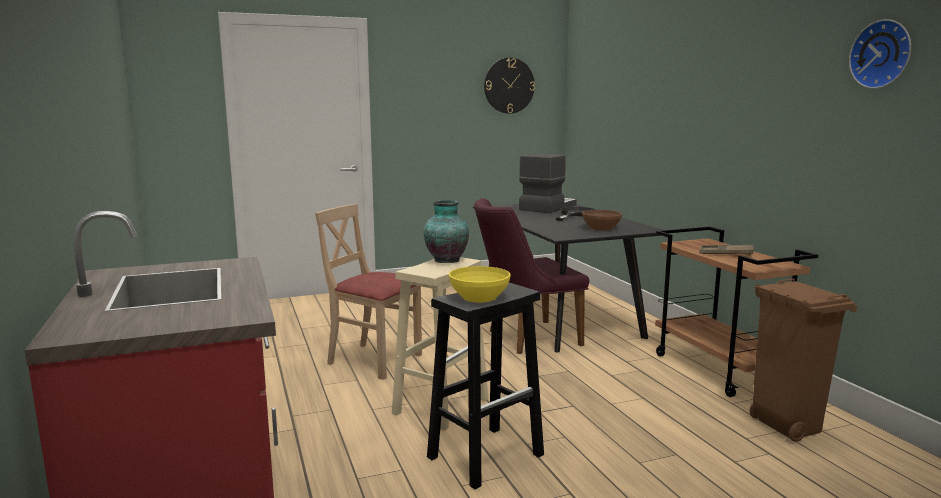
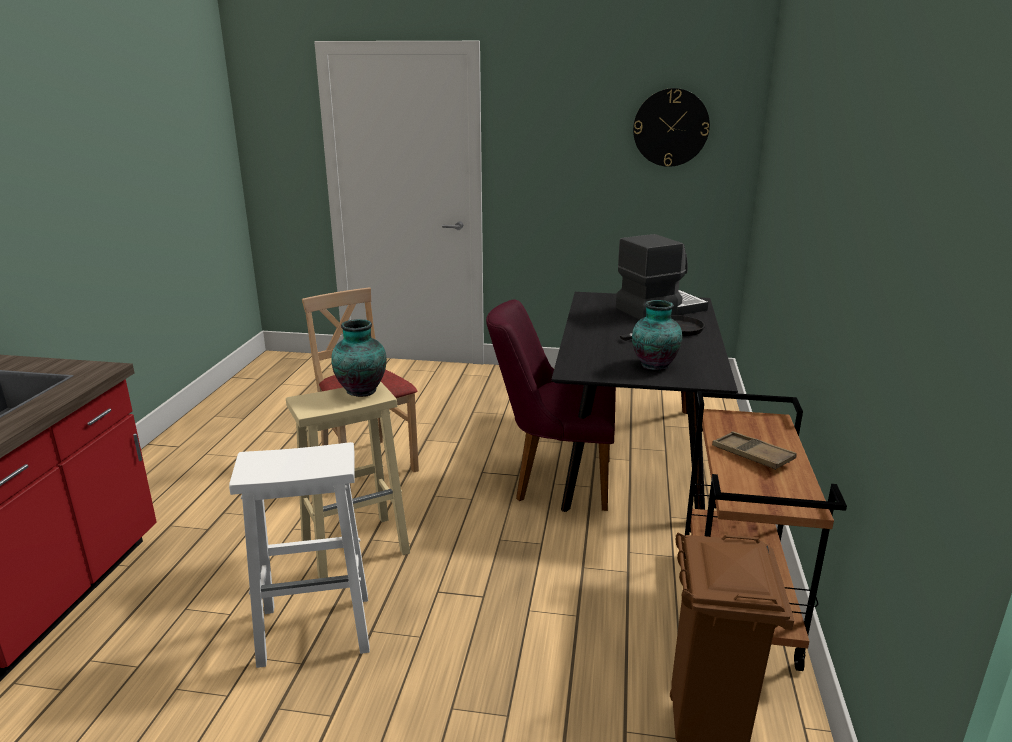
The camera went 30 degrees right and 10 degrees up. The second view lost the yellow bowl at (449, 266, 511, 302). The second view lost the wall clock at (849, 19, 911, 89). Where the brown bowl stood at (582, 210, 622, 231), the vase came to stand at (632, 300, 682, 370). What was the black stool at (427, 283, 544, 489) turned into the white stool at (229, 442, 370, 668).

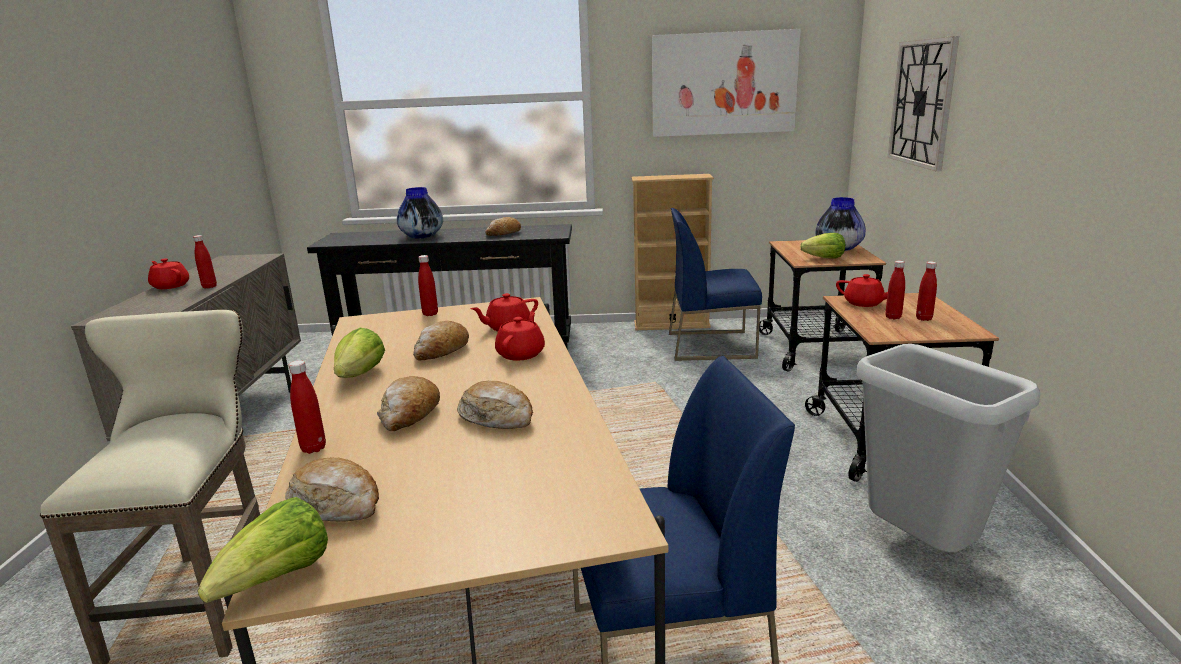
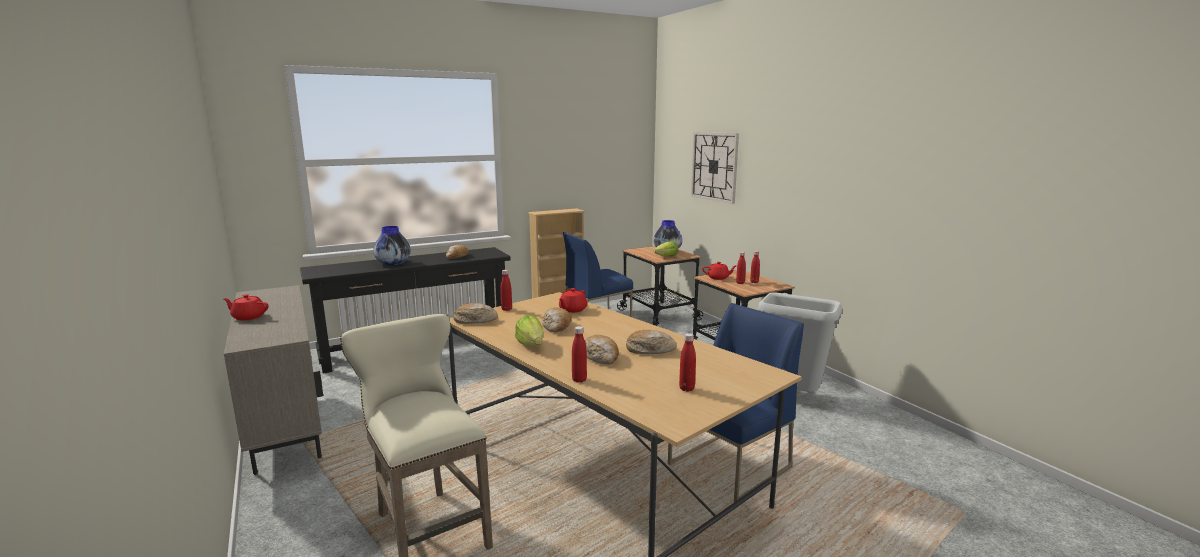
The camera went 30 degrees left and 5 degrees down. The second view lost the lettuce at (198, 497, 328, 603). The second view lost the red teapot at (495, 312, 545, 361). The second view lost the picture at (652, 29, 801, 137). The red bottle ended up elsewhere, having gone from (193, 235, 217, 289) to (679, 333, 696, 392). The bread ended up elsewhere, having gone from (285, 457, 379, 522) to (453, 303, 498, 324).

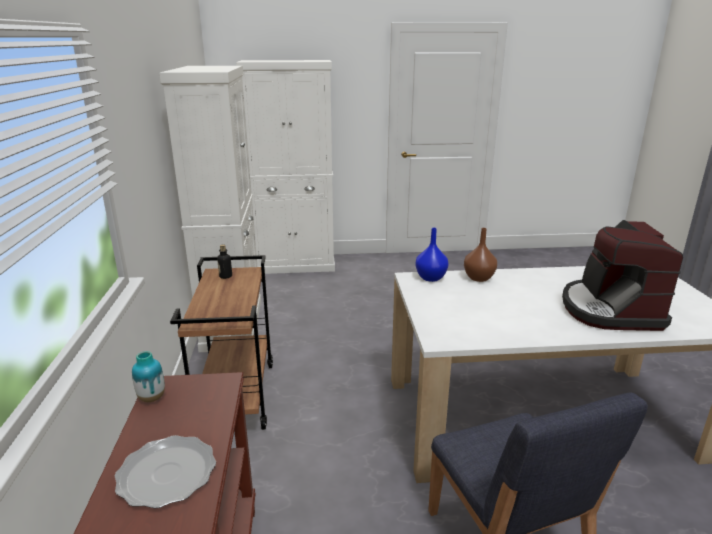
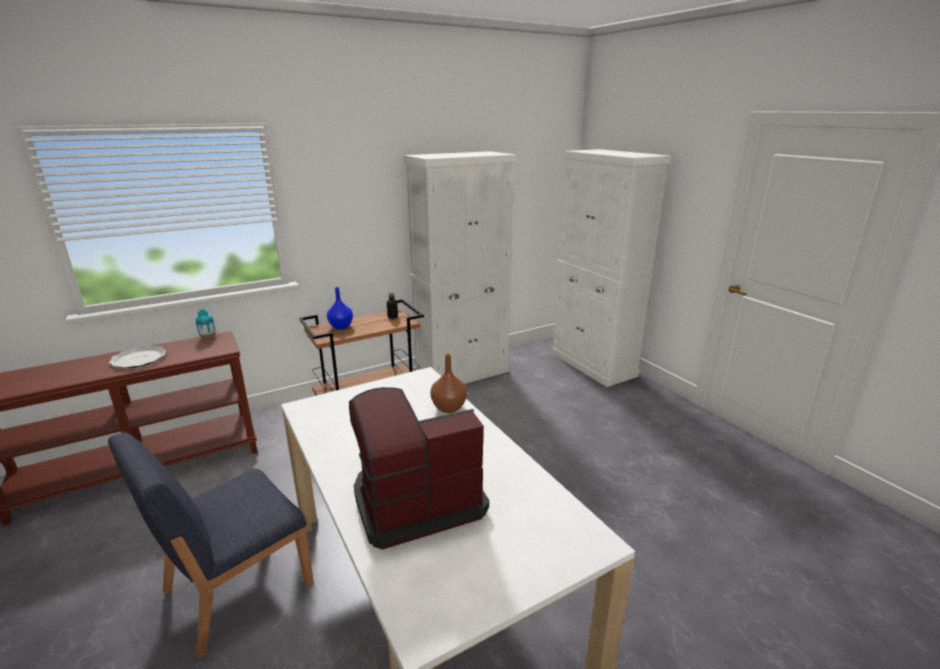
The camera went 65 degrees right and 0 degrees up. The blue vase ended up elsewhere, having gone from (416, 228, 448, 282) to (327, 287, 353, 329).

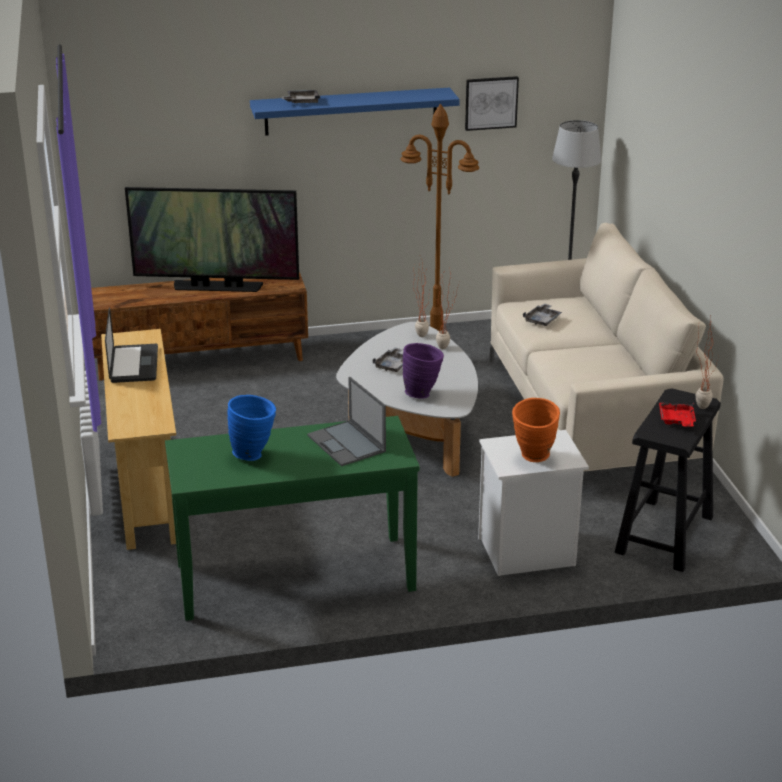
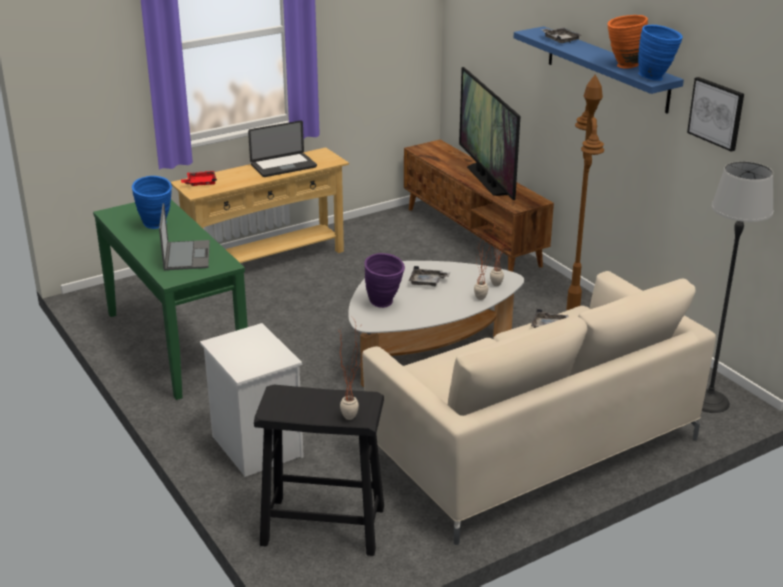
The camera went 70 degrees right and 0 degrees up. The second view gained the blue vase at (638, 25, 683, 81). The orange vase ended up elsewhere, having gone from (512, 398, 560, 462) to (608, 15, 648, 69). The red tray ended up elsewhere, having gone from (659, 402, 696, 427) to (181, 171, 217, 186). The laptop at (307, 377, 386, 466) ended up facing another way, 135 degrees clockwise from before.

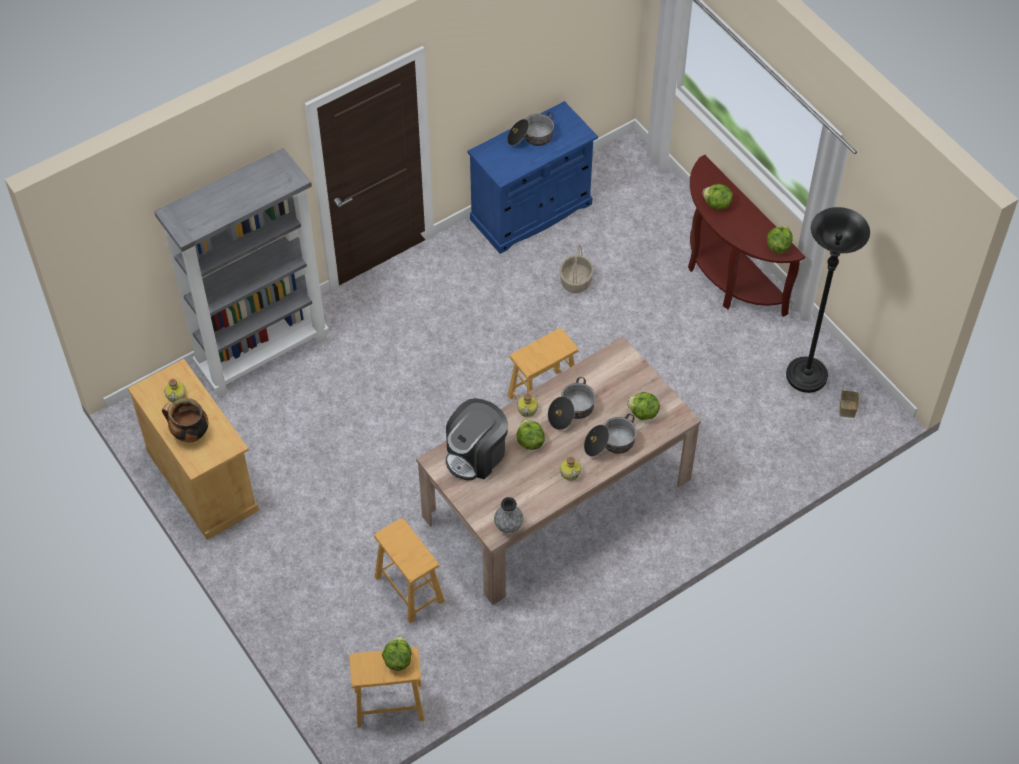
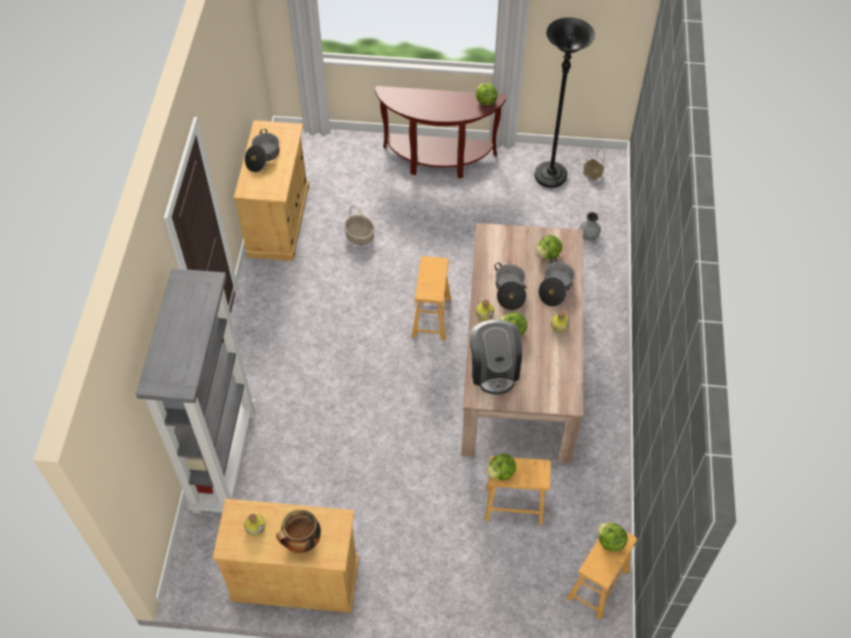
The camera went 50 degrees left and 0 degrees up. The grey vase ended up elsewhere, having gone from (494, 497, 523, 533) to (579, 212, 601, 241). The lettuce ended up elsewhere, having gone from (702, 184, 733, 210) to (485, 454, 516, 480). What was the blue cabinet at (468, 101, 598, 254) turned into the beige cabinet at (234, 120, 309, 261).

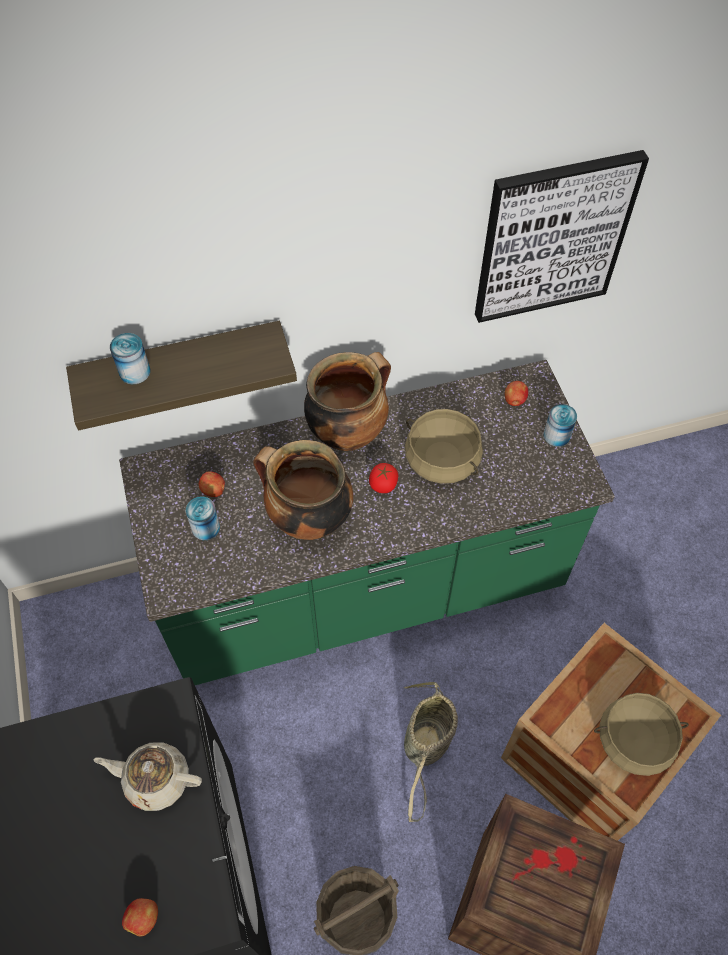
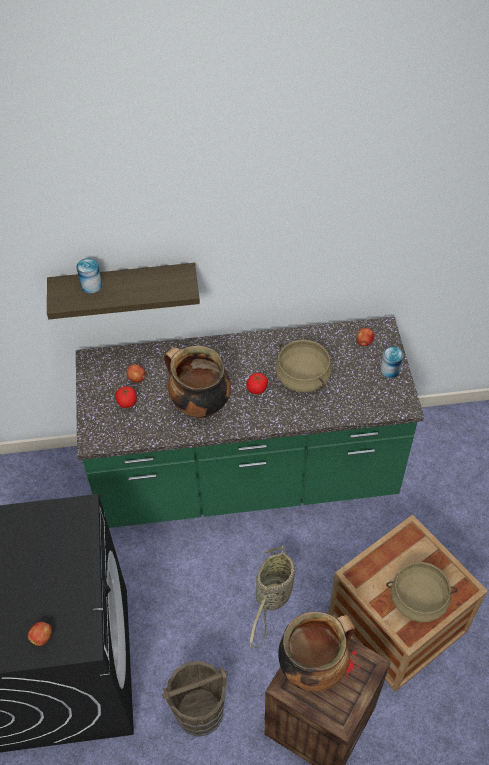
The camera went 10 degrees right and 5 degrees down. The second view lost the beige teapot at (93, 742, 202, 811). The second view lost the picture at (475, 150, 649, 323). The cooking pot ended up elsewhere, having gone from (304, 352, 391, 451) to (278, 612, 356, 692). Where the can stood at (186, 496, 220, 540), the tomato came to stand at (115, 386, 137, 408).

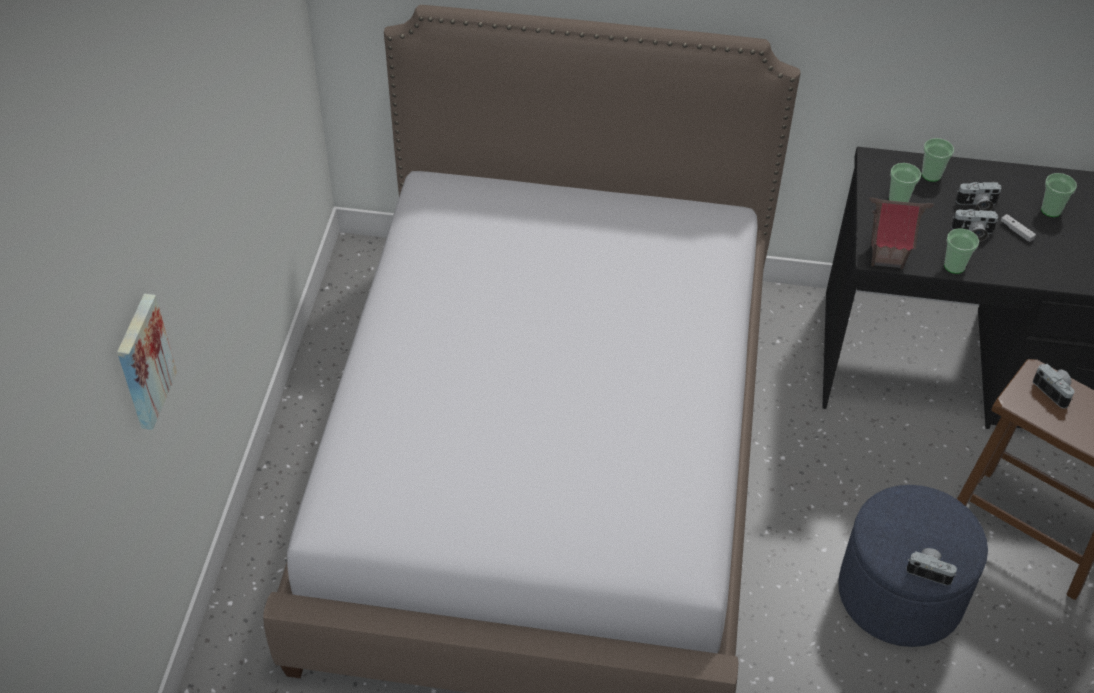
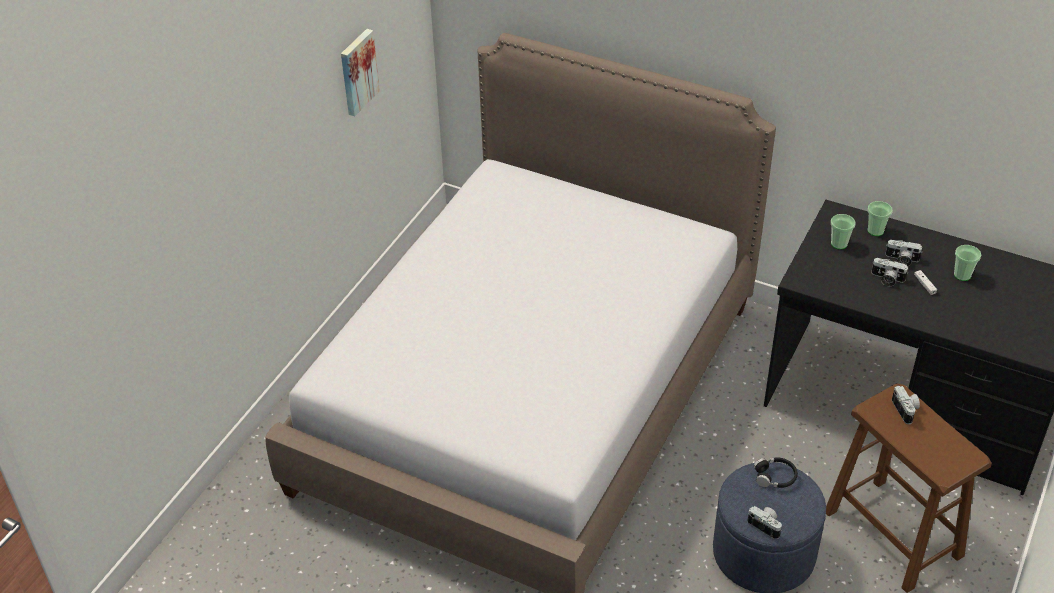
The camera went 20 degrees right and 5 degrees down. The second view lost the toy house at (869, 198, 934, 269). The second view lost the cup at (944, 228, 979, 274). The second view gained the black headphones at (754, 457, 798, 488). The picture ended up elsewhere, having gone from (117, 294, 177, 430) to (341, 29, 380, 116).

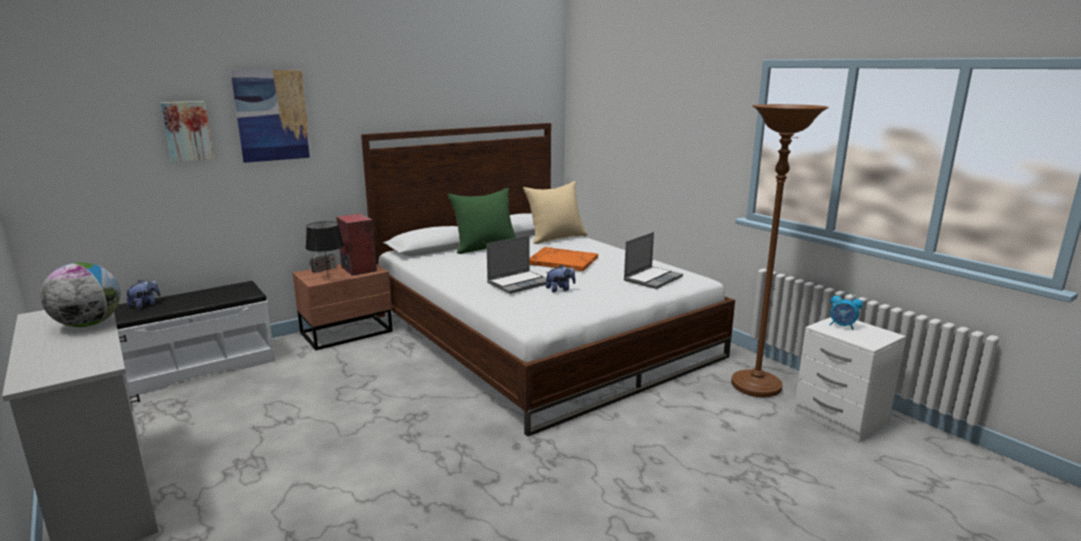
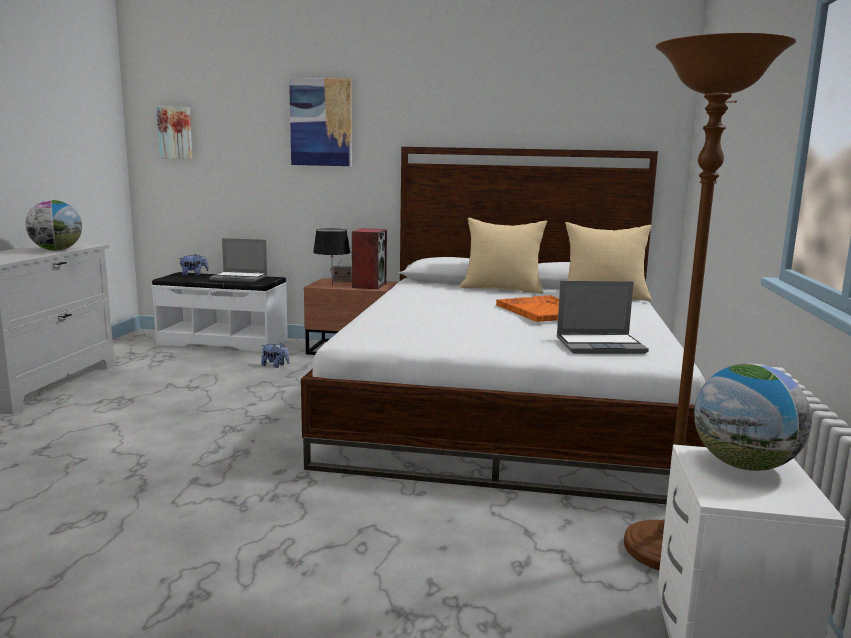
The camera went 45 degrees right and 5 degrees down. The picture ended up elsewhere, having gone from (160, 101, 214, 163) to (156, 107, 193, 159). The laptop ended up elsewhere, having gone from (486, 235, 547, 294) to (209, 238, 268, 282). The plush toy ended up elsewhere, having gone from (545, 265, 576, 293) to (261, 343, 290, 368). Where the alarm clock stood at (830, 292, 863, 330), the globe came to stand at (694, 363, 812, 471). What was the green pillow at (447, 188, 517, 254) turned into the beige pillow at (460, 218, 547, 294).

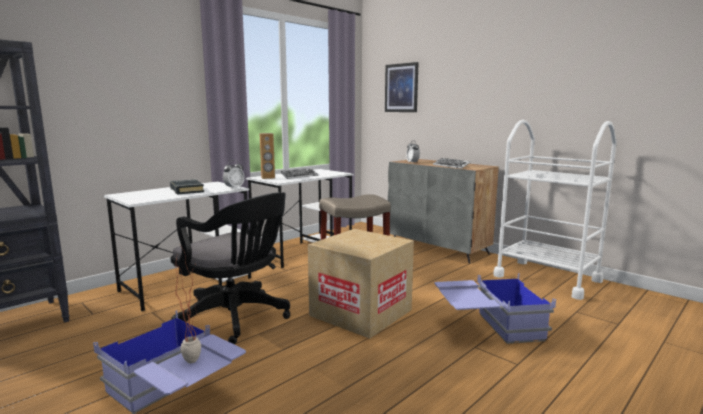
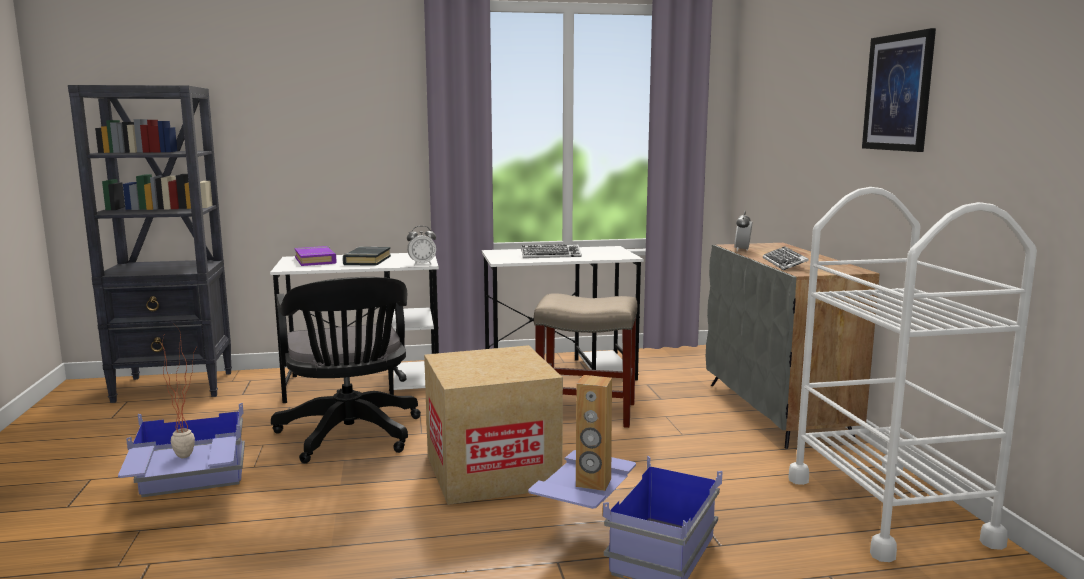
The camera went 35 degrees right and 0 degrees up. The second view gained the purple book at (295, 246, 337, 266). The brown speaker ended up elsewhere, having gone from (259, 133, 275, 179) to (576, 375, 612, 491). The picture ended up elsewhere, having gone from (385, 62, 419, 112) to (862, 28, 936, 152).

